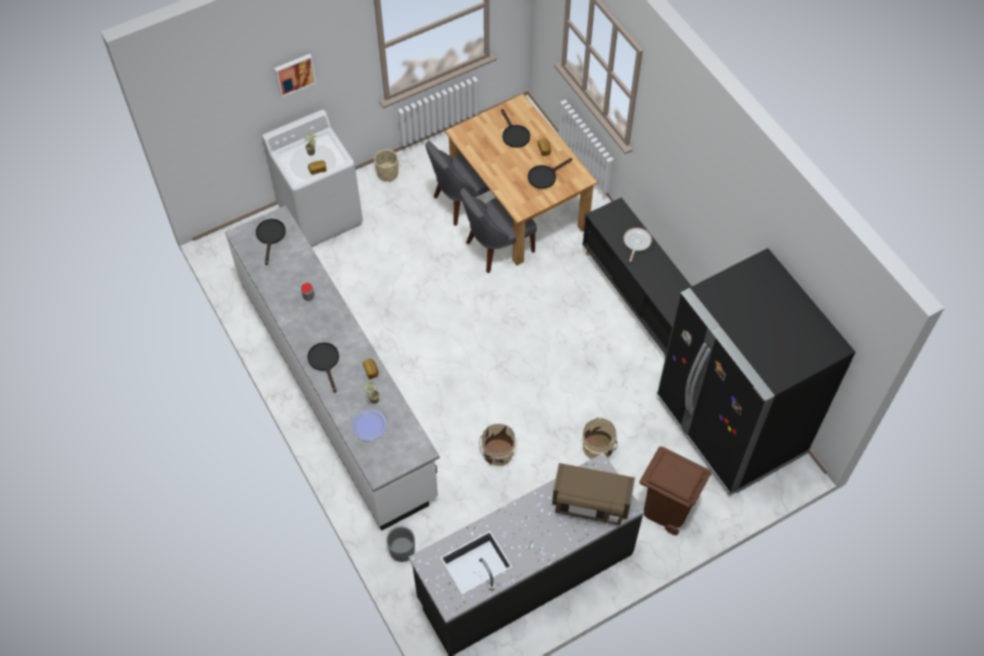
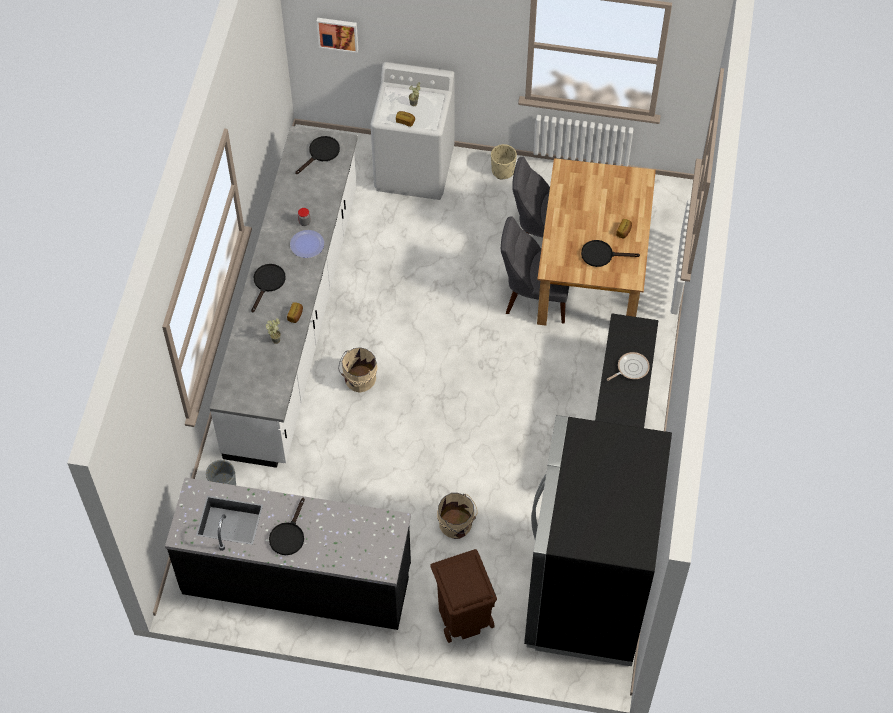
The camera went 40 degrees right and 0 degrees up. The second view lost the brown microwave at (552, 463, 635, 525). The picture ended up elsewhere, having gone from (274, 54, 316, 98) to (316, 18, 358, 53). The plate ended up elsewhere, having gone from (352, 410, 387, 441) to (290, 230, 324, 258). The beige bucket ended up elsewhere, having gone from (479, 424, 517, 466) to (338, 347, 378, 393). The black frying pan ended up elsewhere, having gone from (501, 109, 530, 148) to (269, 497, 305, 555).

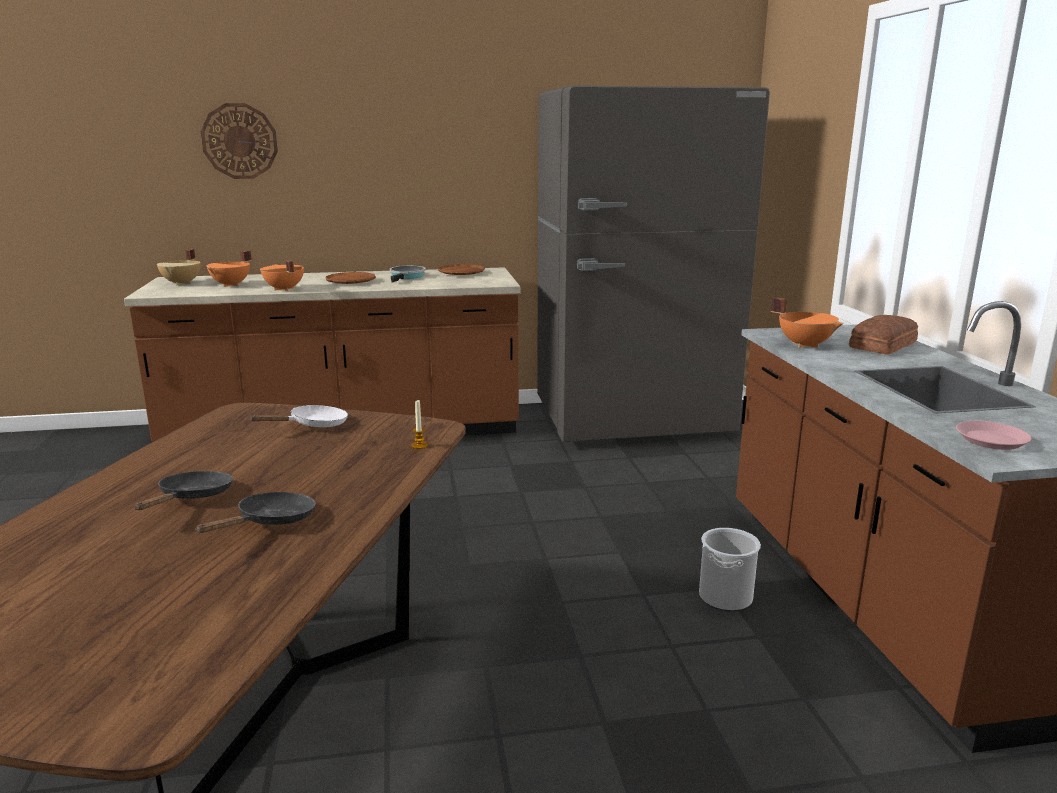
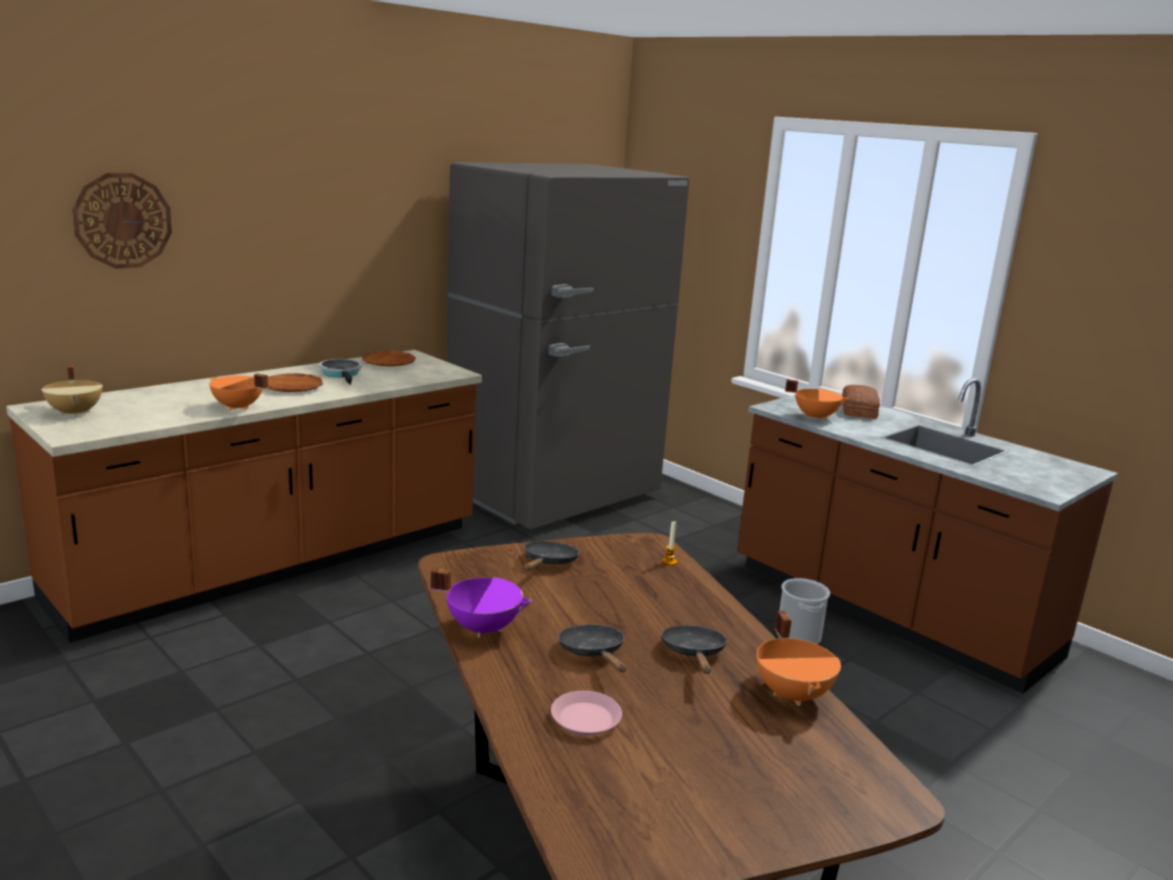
The camera went 35 degrees left and 0 degrees up. The second view gained the purple cooking pot at (431, 568, 532, 638). The orange cooking pot ended up elsewhere, having gone from (207, 250, 252, 287) to (756, 611, 841, 706). The pink plate ended up elsewhere, having gone from (956, 421, 1032, 450) to (551, 691, 622, 735). What was the white frying pan at (250, 405, 348, 427) turned into the black frying pan at (524, 541, 579, 571).

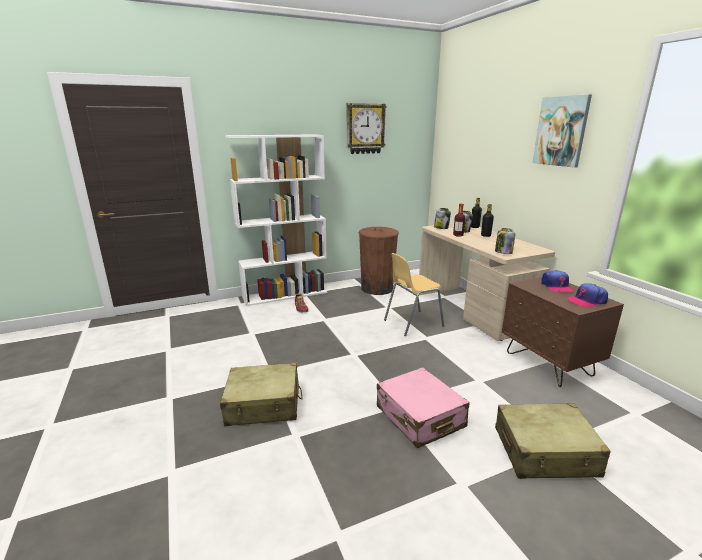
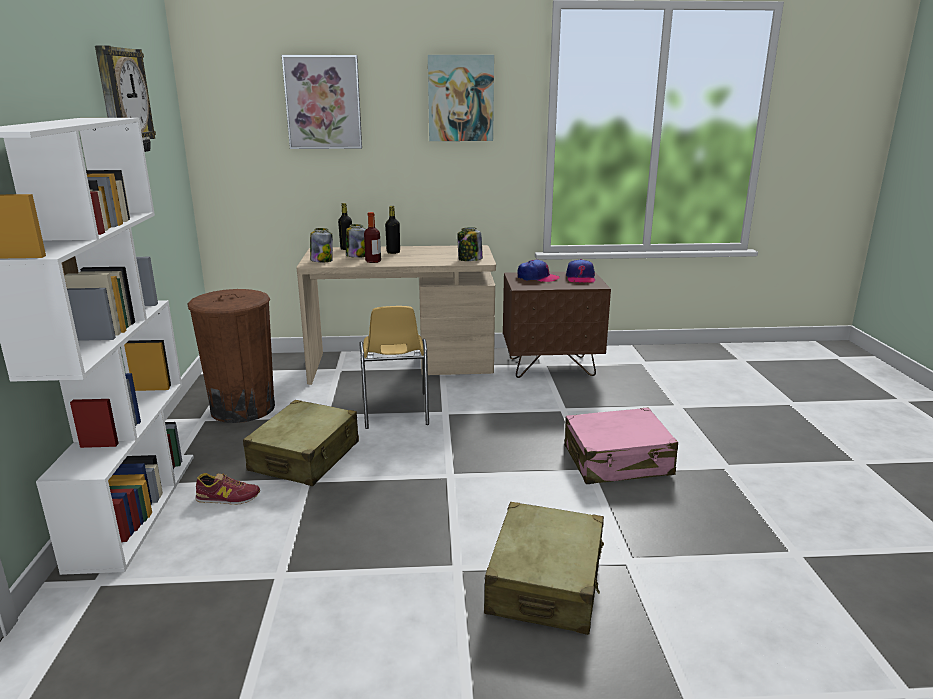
The camera went 70 degrees left and 0 degrees up. The second view gained the picture at (282, 55, 362, 149). The beige suitcase ended up elsewhere, having gone from (495, 403, 611, 479) to (243, 400, 359, 486).

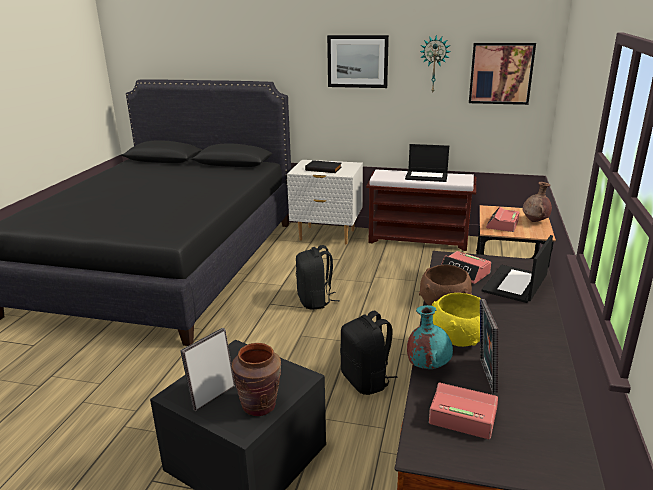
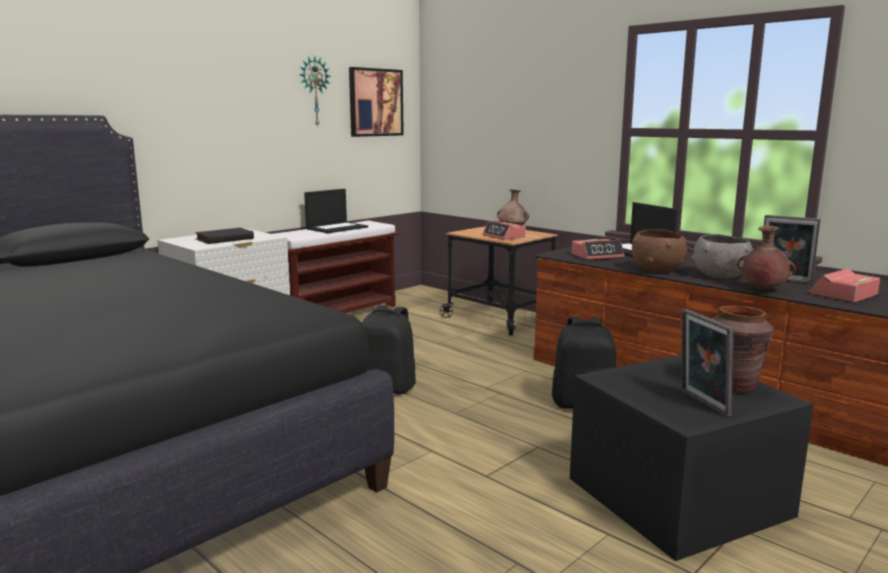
The camera went 60 degrees left and 10 degrees down. The second view lost the picture at (327, 35, 389, 88). What was the turquoise vase at (407, 305, 453, 369) turned into the brown vase at (737, 226, 796, 289). What was the yellow bowl at (432, 293, 481, 347) turned into the grey bowl at (692, 234, 753, 279).

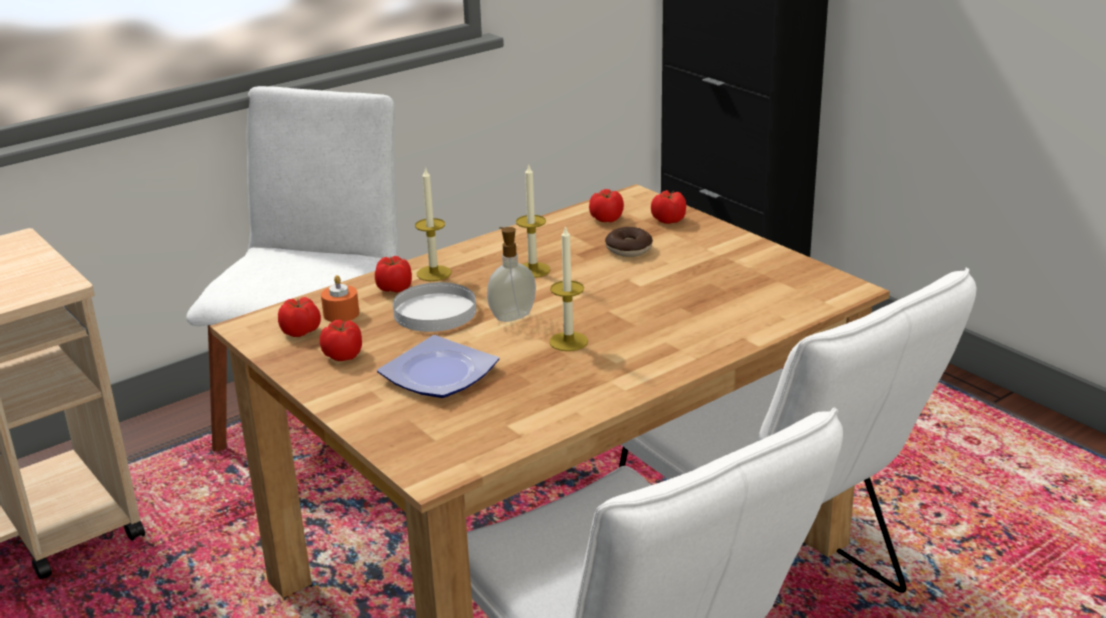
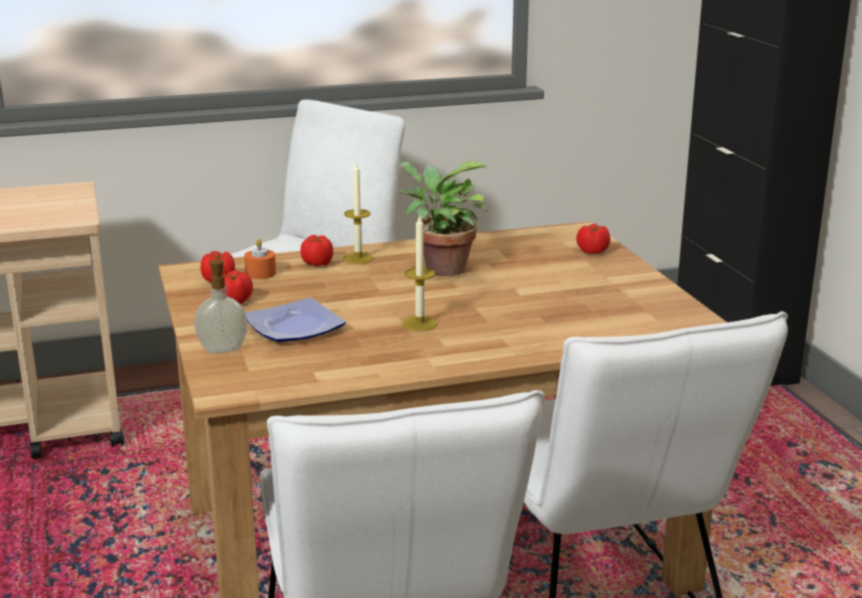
The camera went 20 degrees right and 5 degrees down. The second view lost the white plate at (393, 282, 476, 332). The second view lost the tomato at (589, 189, 624, 222). The second view lost the donut at (605, 227, 653, 257). The soap dispenser ended up elsewhere, having gone from (487, 227, 536, 322) to (194, 259, 248, 353). Where the candle stood at (516, 163, 550, 278), the potted plant came to stand at (399, 161, 488, 276).

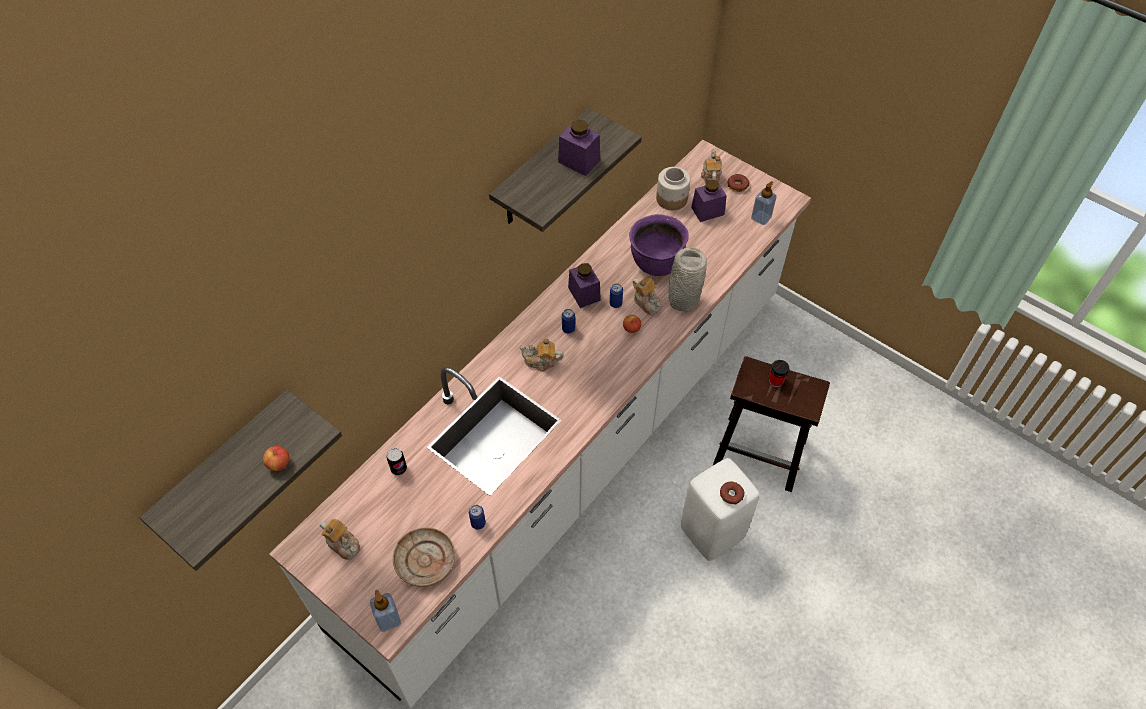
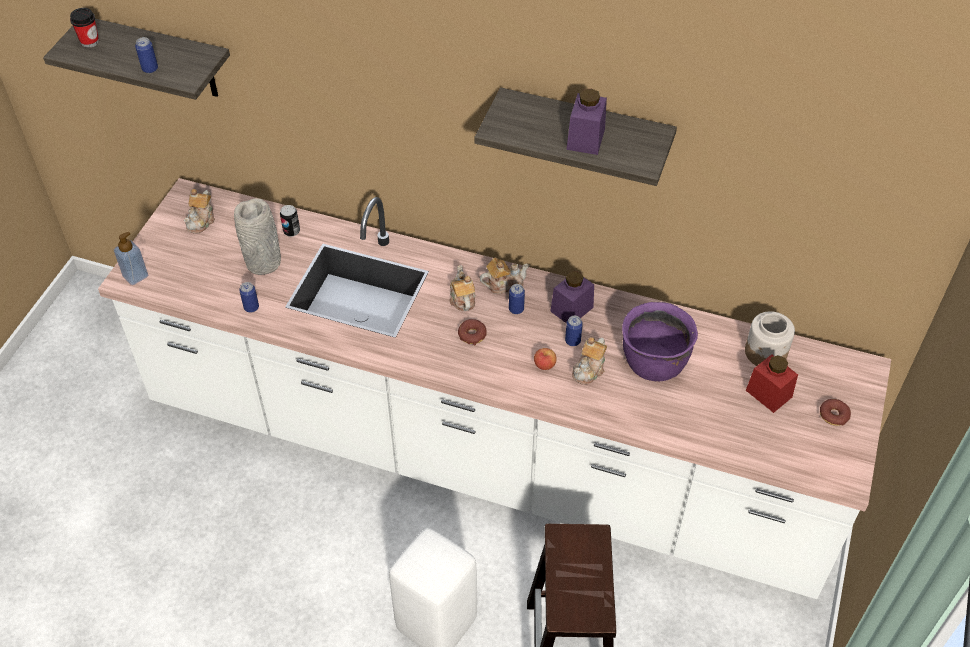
The camera went 70 degrees right and 5 degrees down. The second view lost the beige plate at (393, 527, 455, 587). The second view lost the soap dispenser at (751, 181, 777, 225). The grey vase ended up elsewhere, having gone from (668, 247, 707, 311) to (234, 198, 281, 275). The teapot ended up elsewhere, having gone from (701, 149, 722, 182) to (480, 258, 529, 294). The donut ended up elsewhere, having gone from (720, 482, 744, 505) to (458, 319, 487, 345). The cup ended up elsewhere, having gone from (769, 360, 790, 387) to (70, 8, 99, 48). Where the apple stood at (263, 446, 289, 471), the can came to stand at (135, 37, 158, 73). What was the purple jar at (691, 180, 727, 222) turned into the red jar at (746, 354, 798, 413).

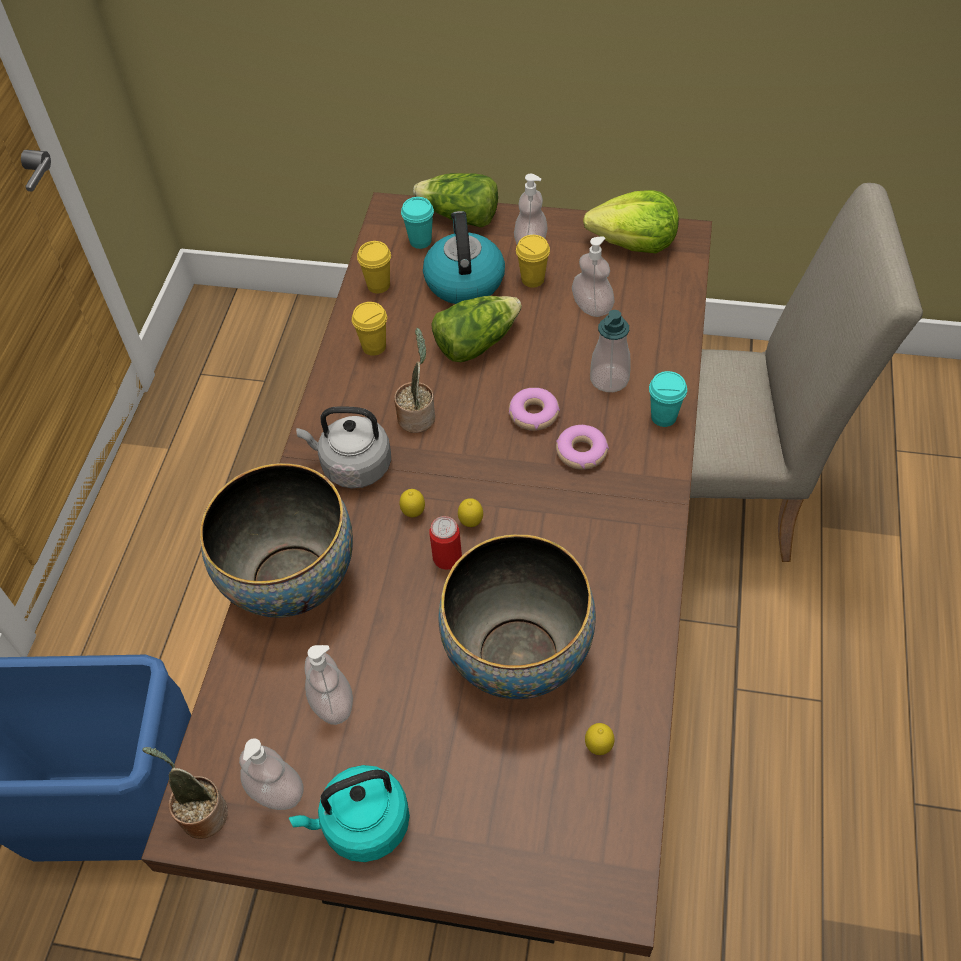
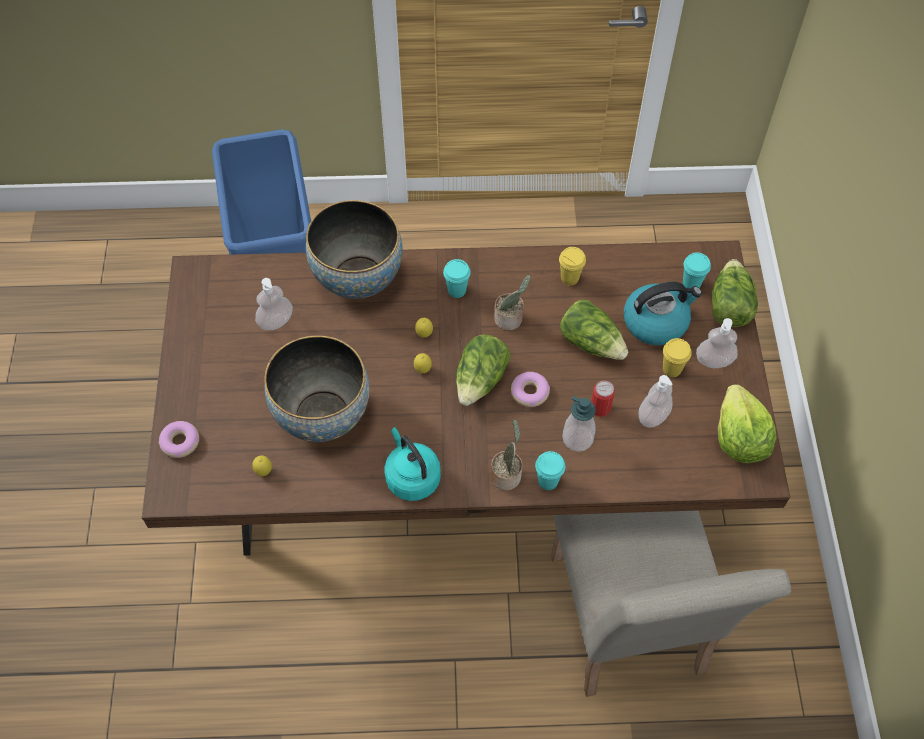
The camera went 75 degrees right and 5 degrees up. The second view lost the soap dispenser at (239, 738, 304, 810). The second view lost the yellow cup at (357, 241, 391, 293). The second view gained the lettuce at (456, 334, 511, 406). The potted plant ended up elsewhere, having gone from (142, 747, 228, 839) to (491, 419, 523, 490). The turquoise kettle ended up elsewhere, having gone from (289, 765, 410, 862) to (385, 427, 441, 501). The can ended up elsewhere, having gone from (430, 516, 462, 570) to (591, 380, 615, 417). The donut ended up elsewhere, having gone from (556, 425, 609, 470) to (159, 421, 199, 458). Where the grey kettle stood at (296, 407, 391, 488), the turquoise cup came to stand at (443, 259, 471, 298).

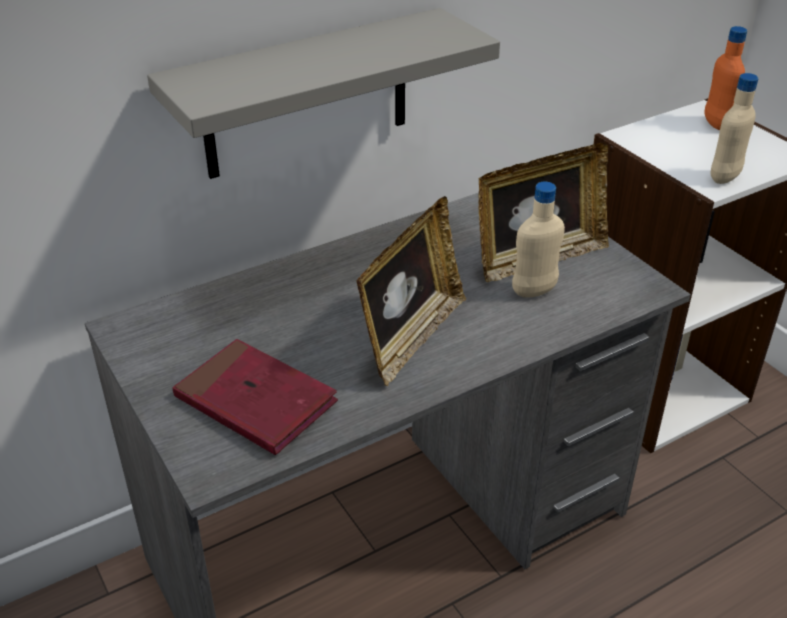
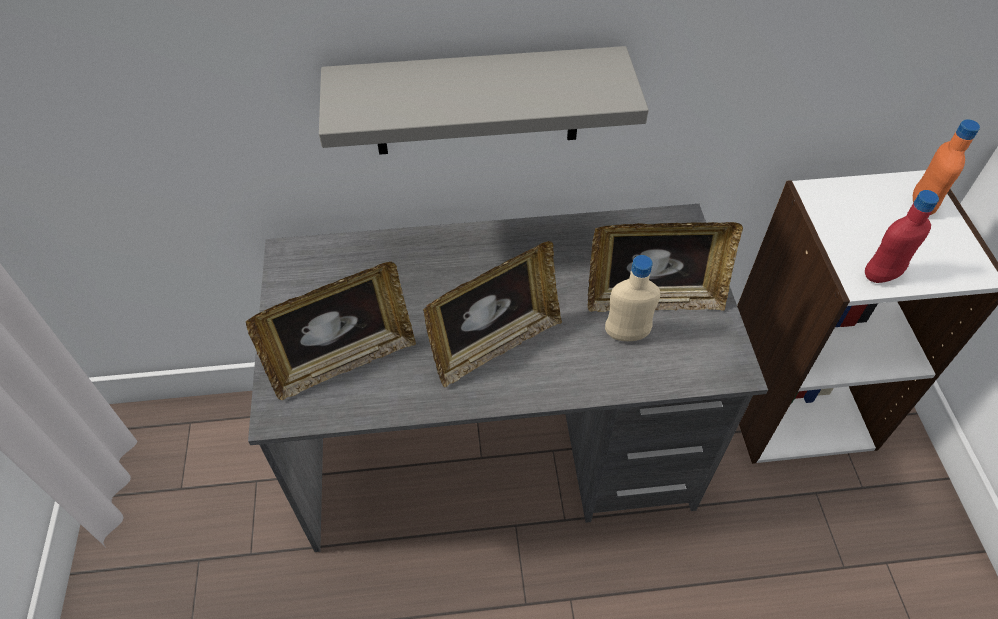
The camera went 25 degrees right and 15 degrees up. Where the red book stood at (172, 339, 338, 455), the picture frame came to stand at (246, 262, 416, 400). What was the beige bottle at (711, 73, 758, 184) turned into the red bottle at (865, 190, 939, 283).

